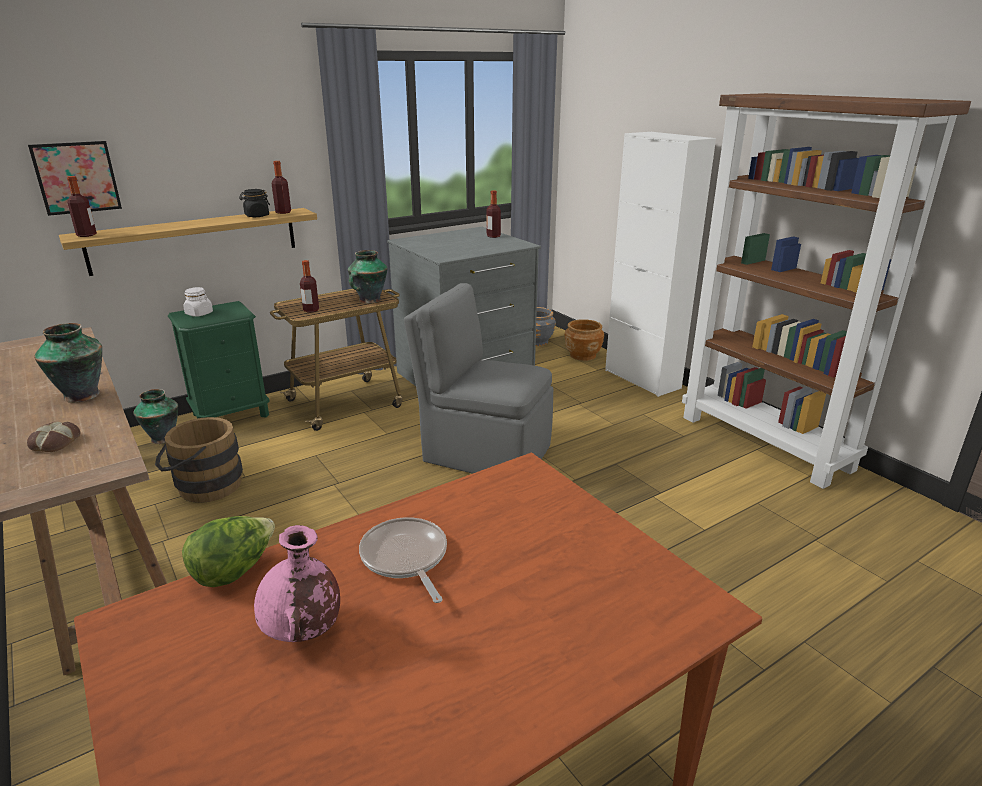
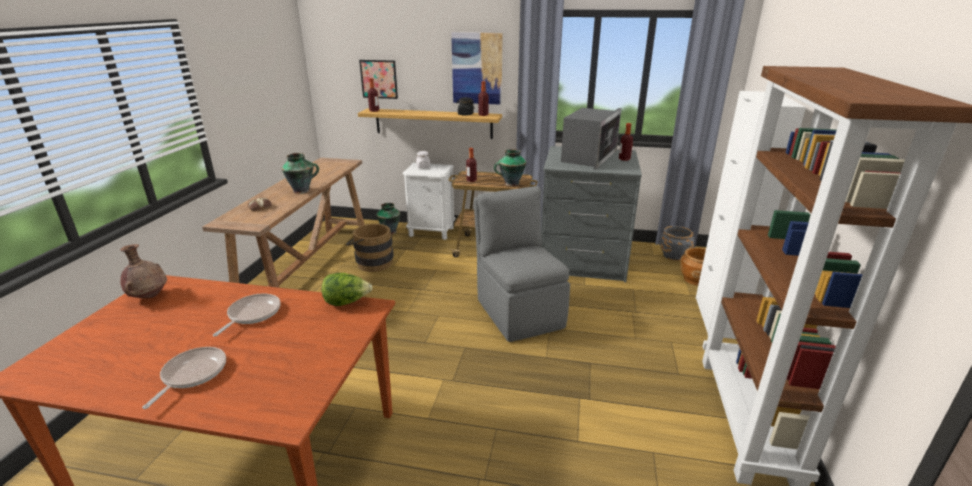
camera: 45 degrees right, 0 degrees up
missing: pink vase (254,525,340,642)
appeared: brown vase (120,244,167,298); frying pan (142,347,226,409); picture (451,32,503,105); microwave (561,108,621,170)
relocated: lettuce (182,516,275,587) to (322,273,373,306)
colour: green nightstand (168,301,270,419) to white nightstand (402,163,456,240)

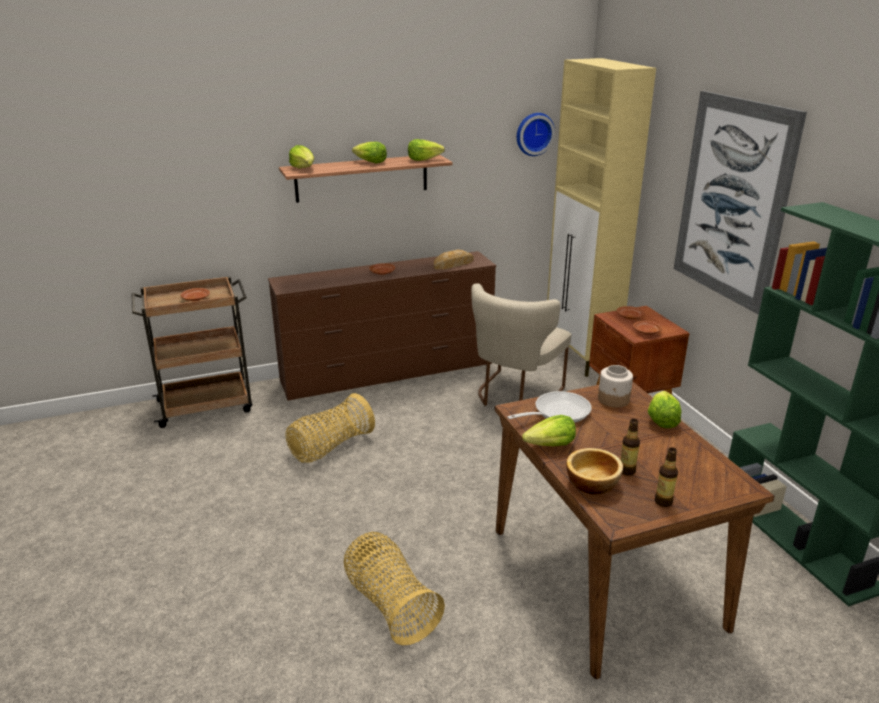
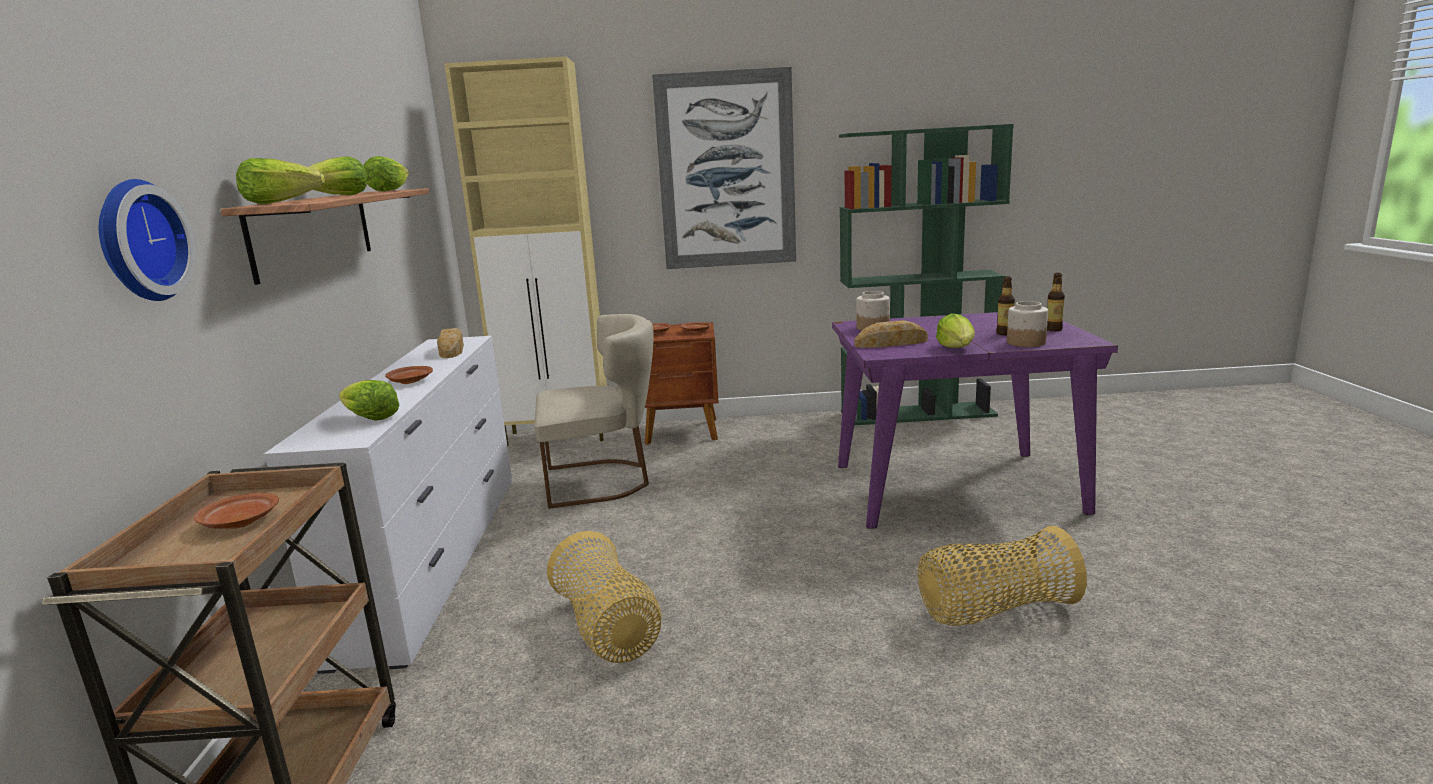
camera: 70 degrees left, 10 degrees down
relocated: wall clock (517,113,555,156) to (99,179,196,301); lettuce (648,391,682,428) to (339,380,399,421)
exchanged: frying pan (507,391,592,423) to bread (854,320,928,348); bowl (566,448,623,495) to jar (1007,301,1048,347)
colour: brown dresser (268,251,496,401) to white dresser (264,336,512,674); brown dining table (494,382,775,679) to purple dining table (832,312,1118,529)
spun: beige chair (471,283,572,406) = (534,314,654,509) 60 degrees counterclockwise

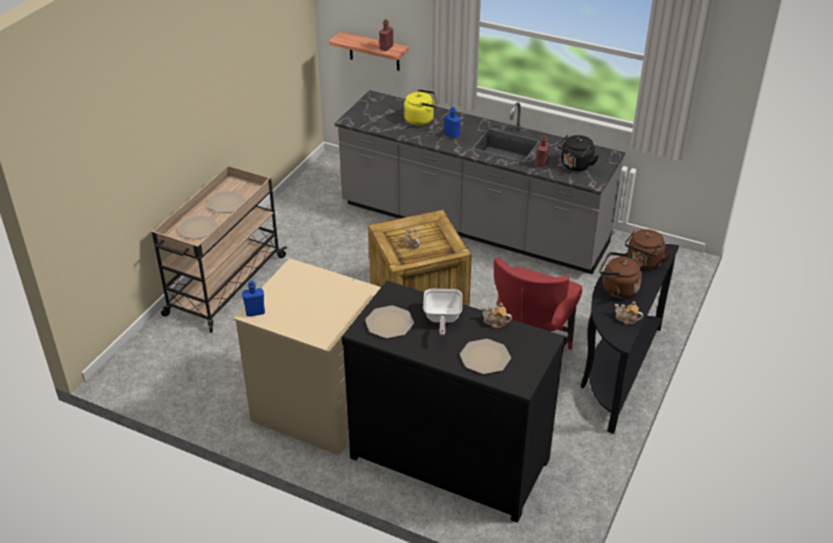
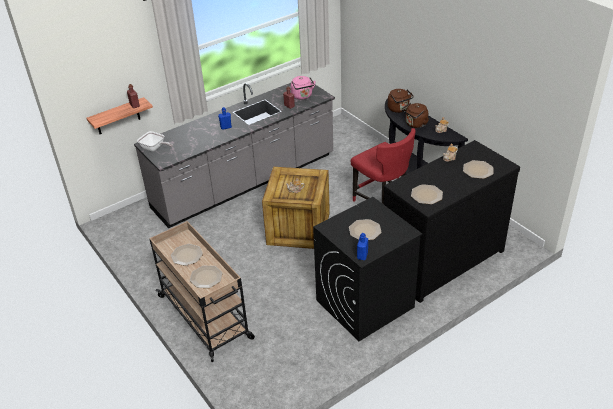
camera: 60 degrees left, 0 degrees up
missing: yellow kettle (404,89,437,125)
appeared: plate (349,219,382,240)
relocated: frying pan (423,289,462,336) to (137,131,173,151)
colour: black kettle (557,135,598,171) to pink kettle (291,76,316,99); beige washing machine (233,258,381,455) to black washing machine (313,197,422,341)

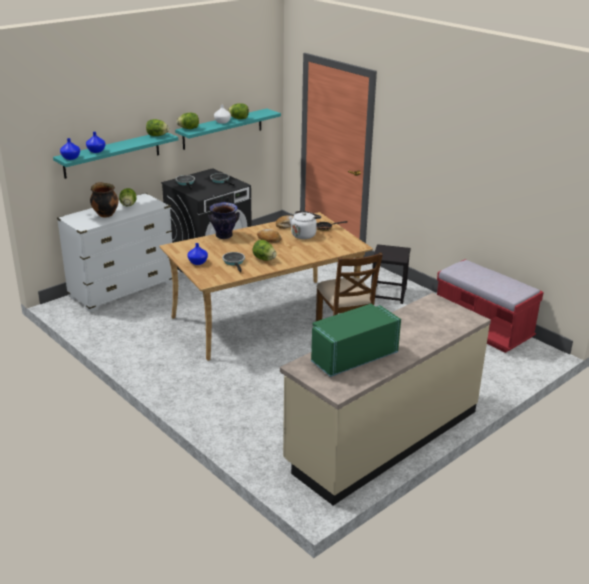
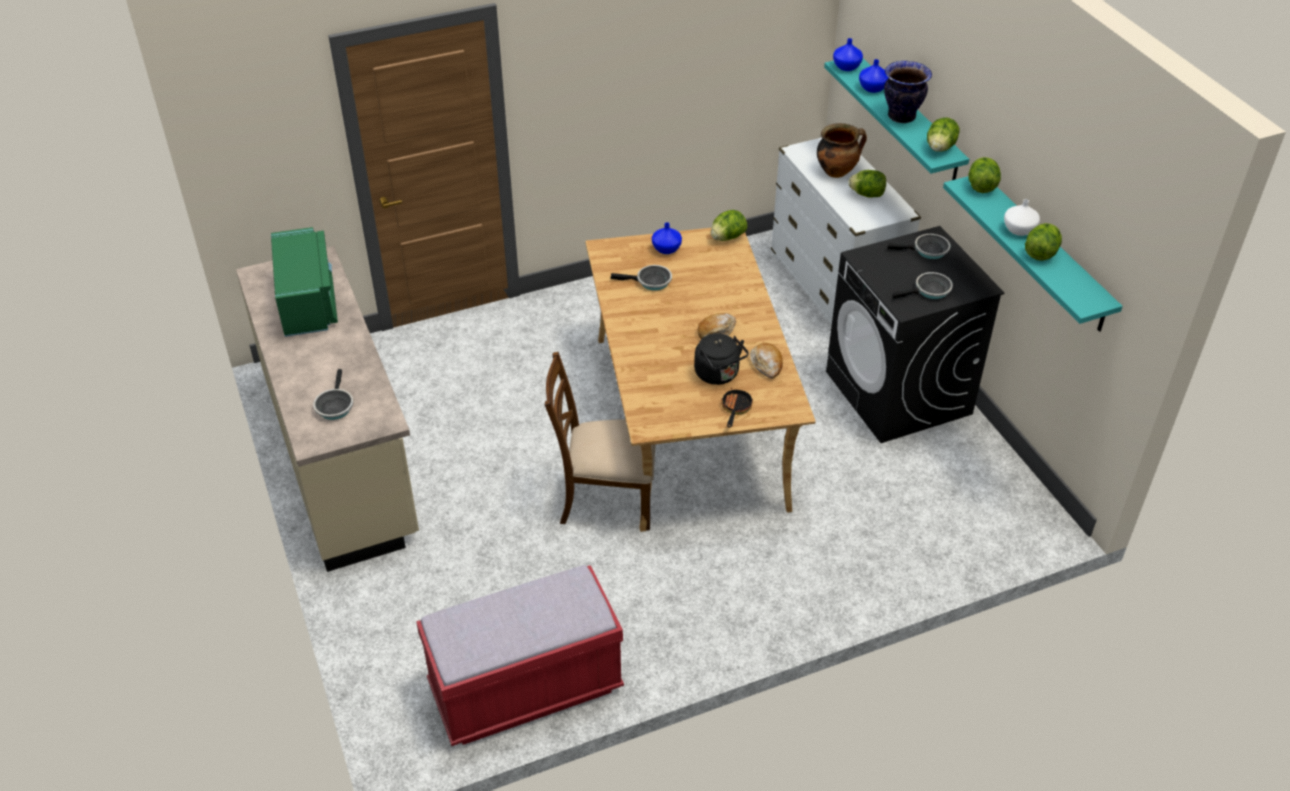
camera: 110 degrees right, 15 degrees up
missing: black stool (371,244,411,304)
appeared: frying pan (313,369,353,420)
relocated: lettuce (252,240,277,261) to (711,210,747,241); vase (208,202,240,239) to (884,61,932,123)
colour: white kettle (289,210,321,239) to black kettle (694,333,749,385)

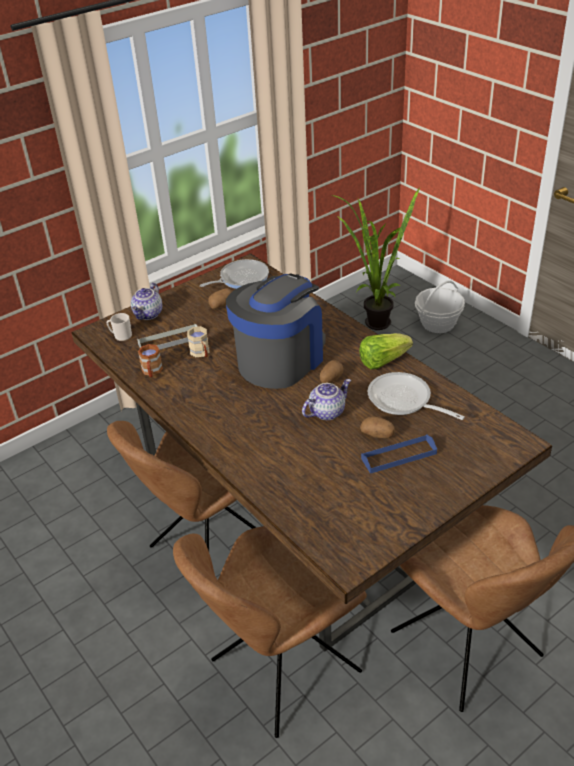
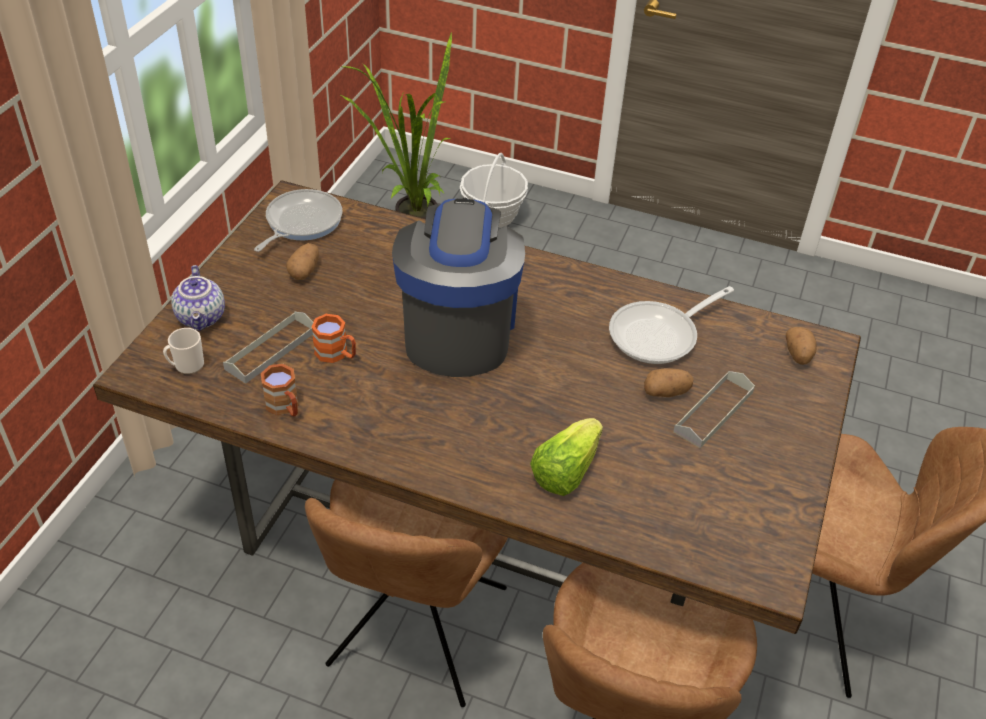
camera: 35 degrees left, 5 degrees up
missing: teapot (302,379,351,420)
relocated: lettuce (359,333,413,369) to (530,418,603,496); potato (320,360,344,383) to (786,327,817,365)
colour: beige mug (187,326,209,357) to orange mug (312,314,356,363); blue tray (361,434,437,474) to grey tray (673,371,755,448)
spun: frying pan (368,372,465,420) = (609,286,734,364) 45 degrees counterclockwise

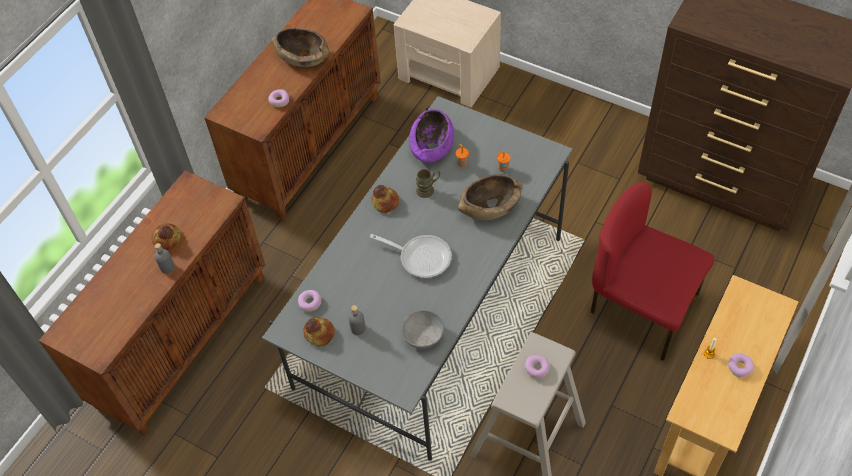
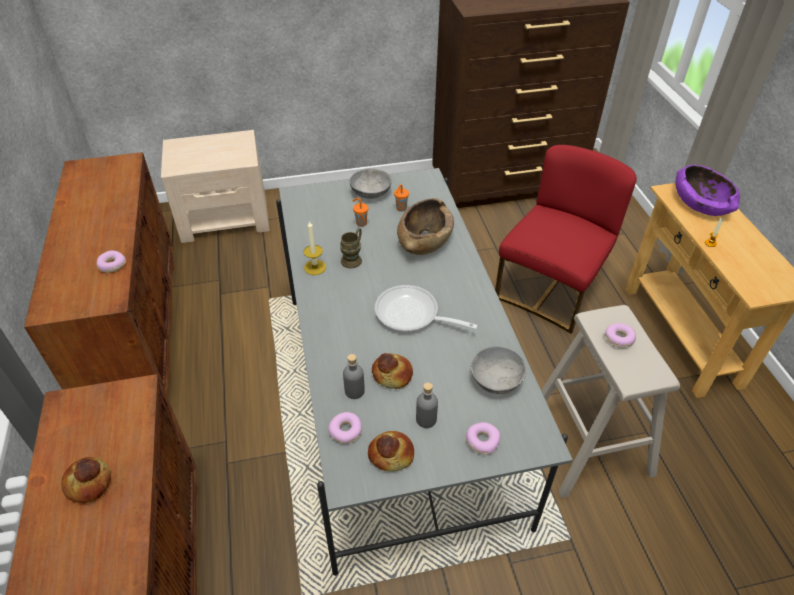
camera: 45 degrees left, 10 degrees down
missing: brown bowl (271,27,330,67)
appeared: candle (304,221,326,275); grey bowl (350,168,392,199)
relocated: grey bottle (155,243,175,274) to (343,354,365,399); bread (371,185,399,213) to (372,353,413,389); donut (728,353,754,377) to (466,422,501,455); purple bowl (409,109,454,163) to (676,165,740,216)
spun: frying pan (370,234,452,278) = (375,285,478,332) 135 degrees counterclockwise; red chair (591,182,715,361) = (495,145,637,334) 135 degrees clockwise

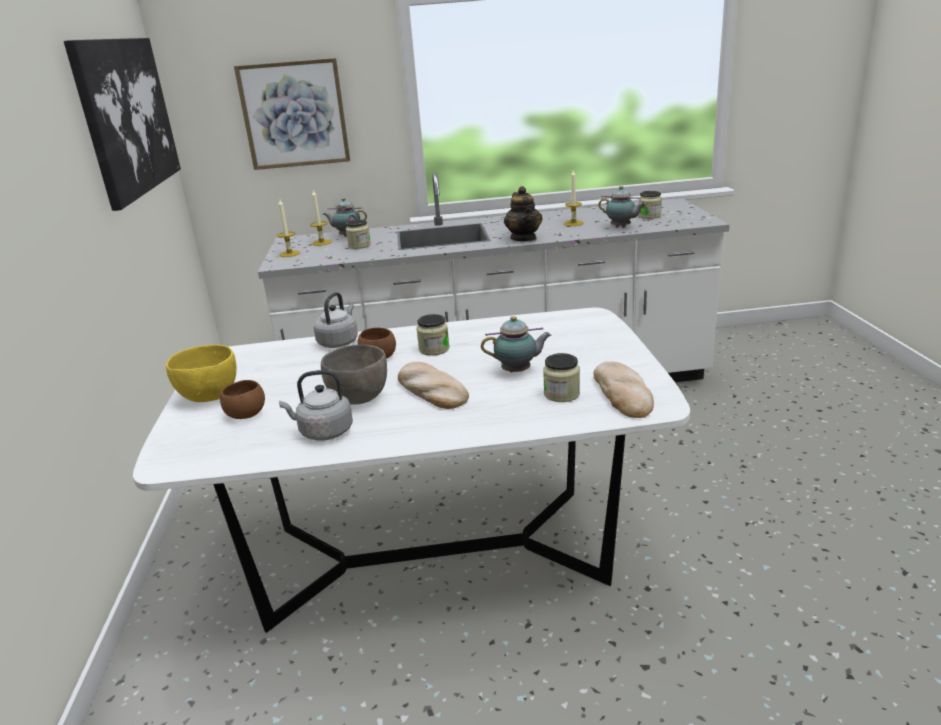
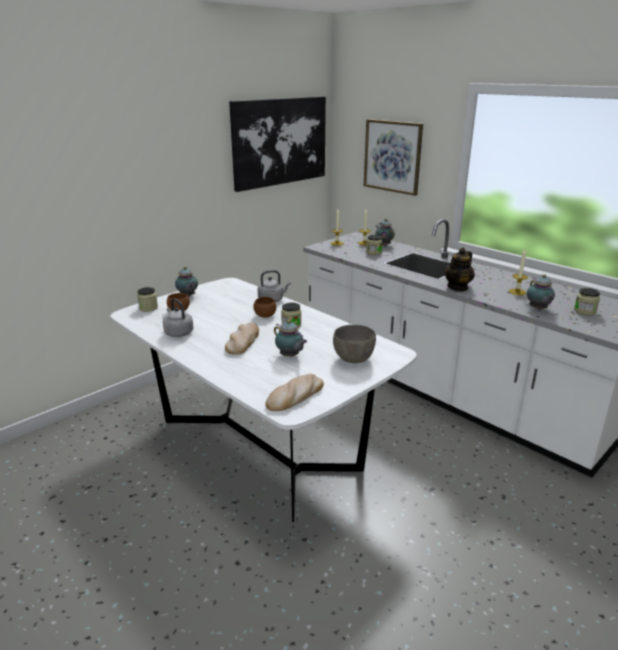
camera: 50 degrees right, 0 degrees up
relocated: jar (543,353,580,402) to (137,287,158,312); grey bowl (321,345,387,405) to (333,325,376,363)
exchanged: yellow bowl (166,345,237,402) to teapot (175,267,198,297)

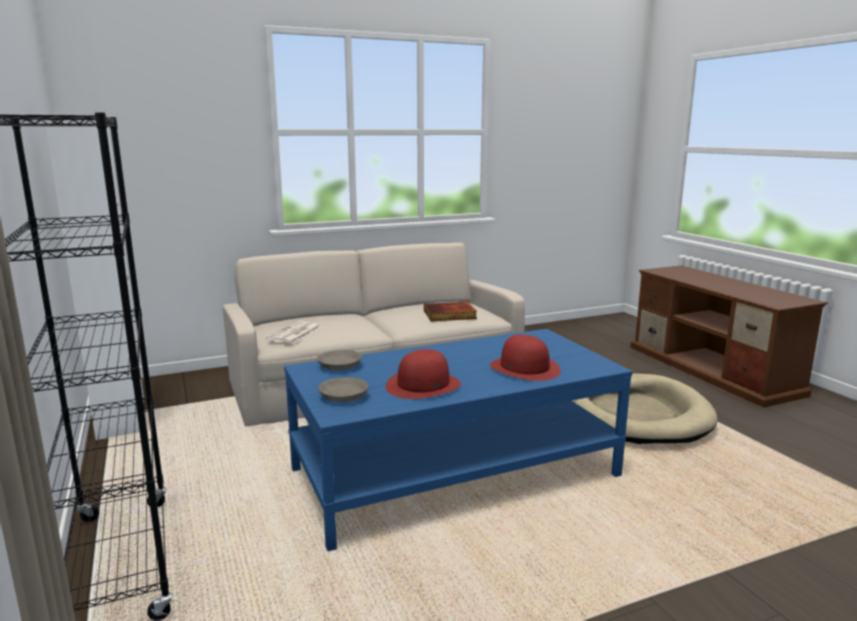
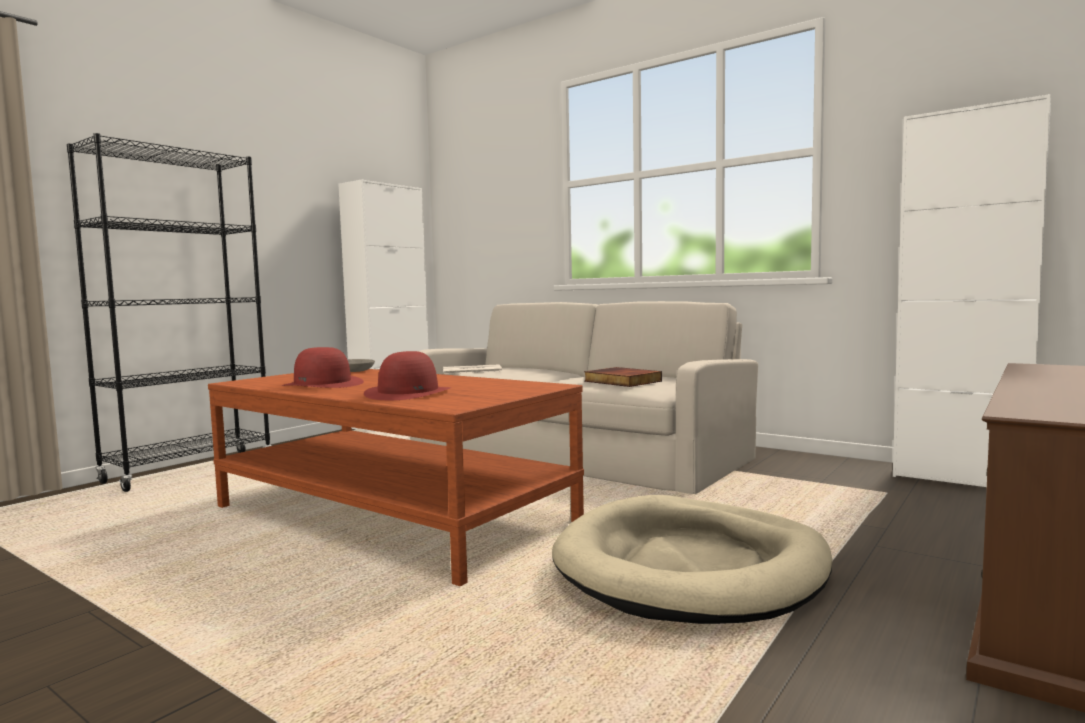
camera: 60 degrees right, 10 degrees down
missing: grey bowl (318,377,368,402)
appeared: white cabinet (893,94,1051,487)
colour: blue coffee table (284,329,632,551) to brown coffee table (208,369,584,586)

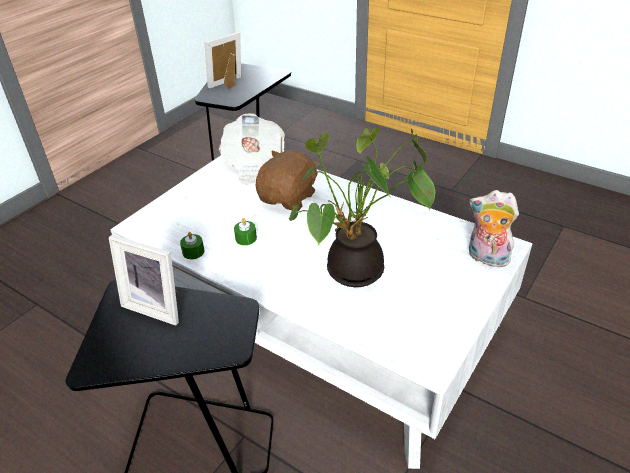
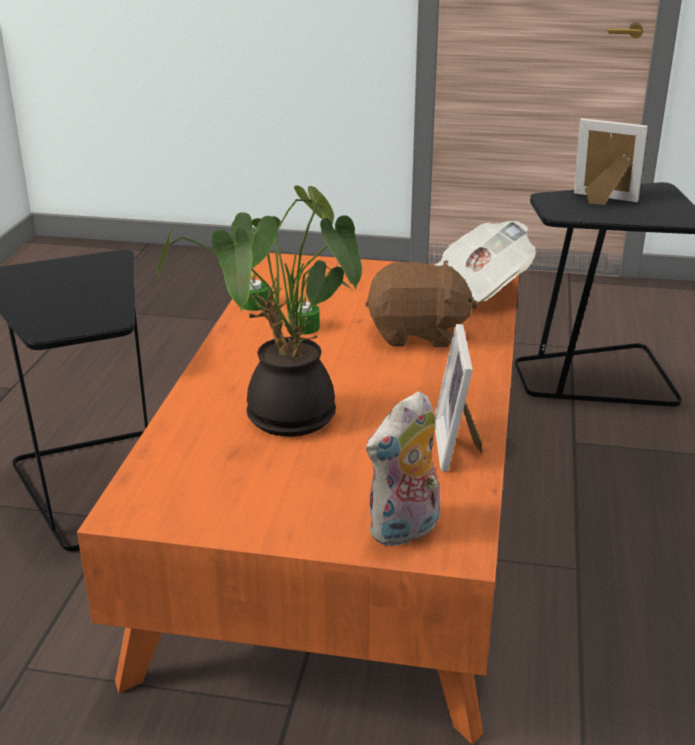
camera: 65 degrees right, 10 degrees down
relocated: picture frame (109,235,179,325) to (435,324,482,472)
colour: white coffee table (110,155,533,469) to orange coffee table (77,253,519,744)
spun: plush toy (469,190,519,267) = (366,391,440,548) 135 degrees counterclockwise

